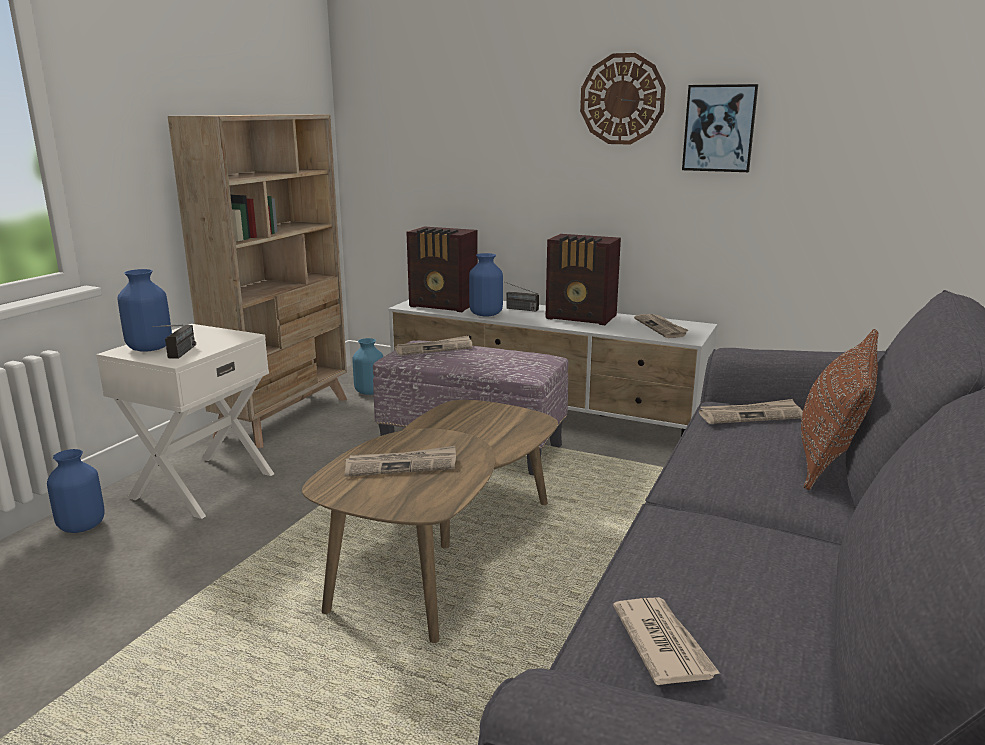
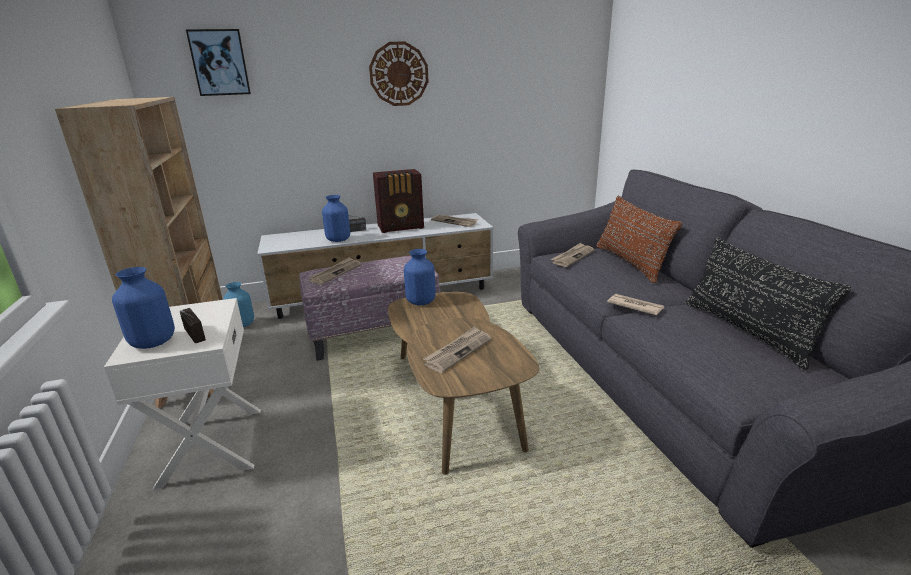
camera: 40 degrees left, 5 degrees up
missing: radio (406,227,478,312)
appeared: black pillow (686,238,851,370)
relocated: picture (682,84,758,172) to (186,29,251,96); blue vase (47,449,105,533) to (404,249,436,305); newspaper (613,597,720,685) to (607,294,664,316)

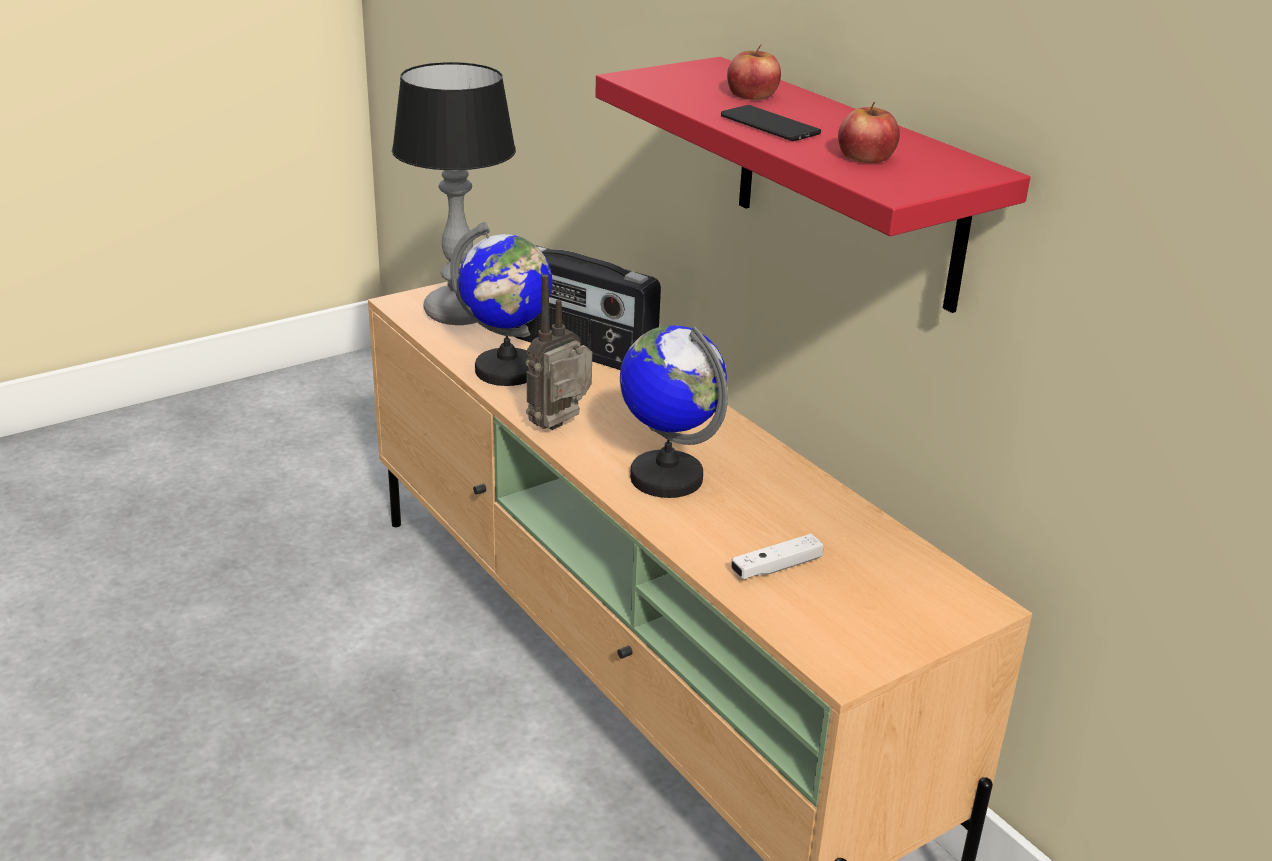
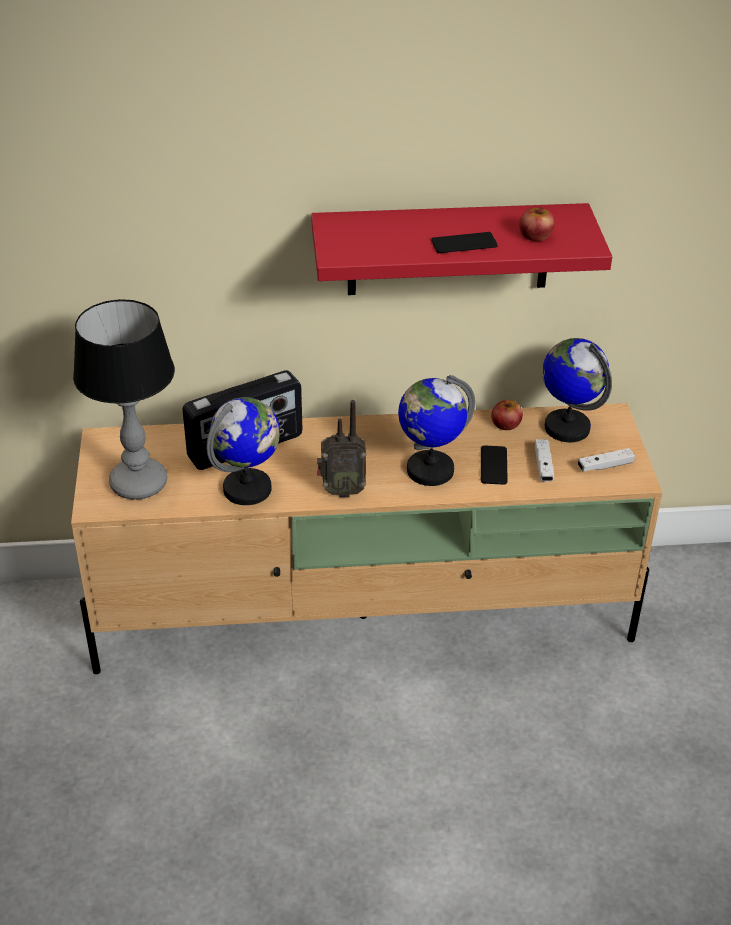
camera: 60 degrees left, 10 degrees up
appeared: phone (481,446,508,485); globe (542,338,612,442); white game controller (578,448,635,472)
relocated: apple (727,45,781,100) to (491,400,523,430)
spun: radio (526,274,592,430) = (317,400,367,497) 75 degrees counterclockwise

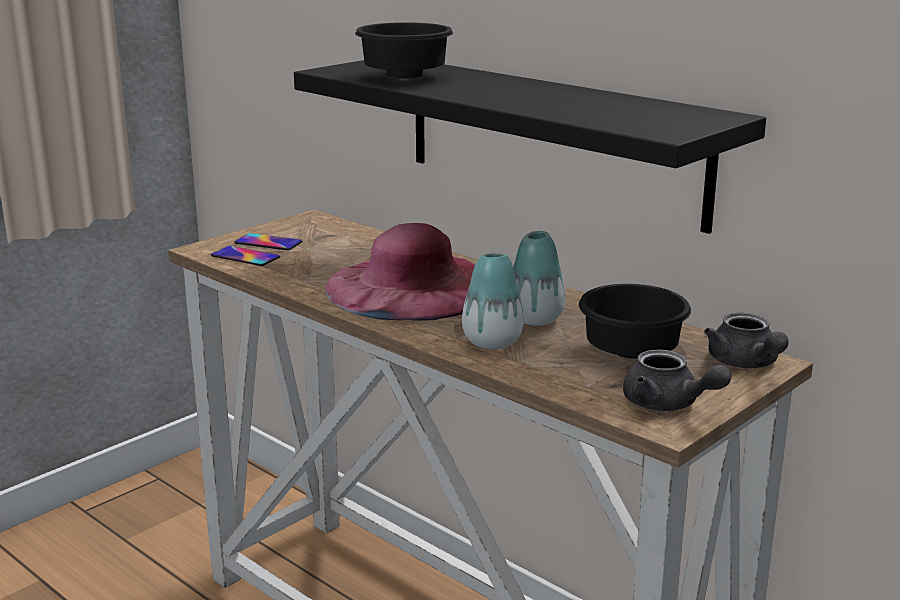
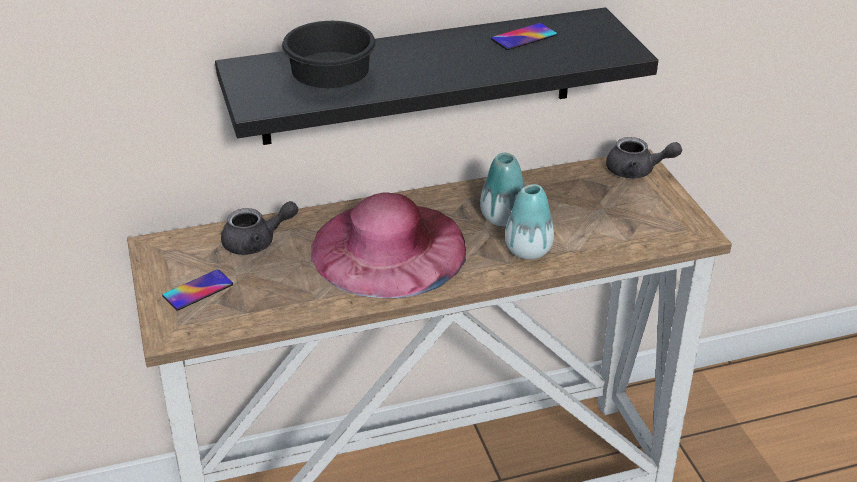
camera: 60 degrees left, 15 degrees up
missing: black bowl (579,284,691,359)
relocated: grey teapot (623,349,732,411) to (221,201,298,255); phone (211,246,280,266) to (491,23,557,50)

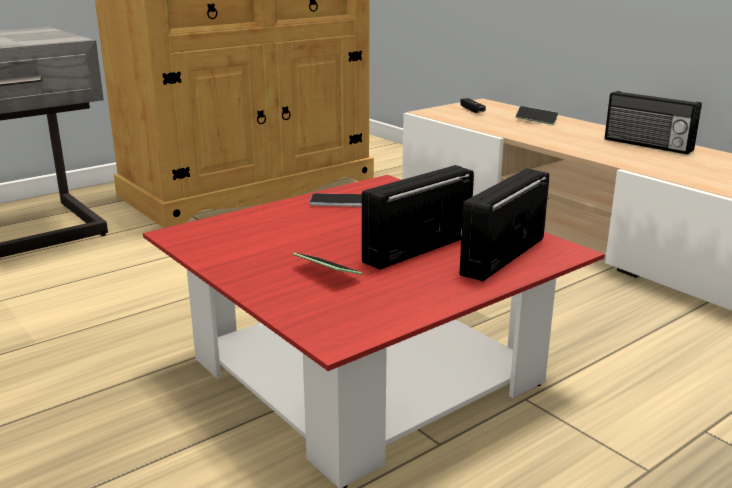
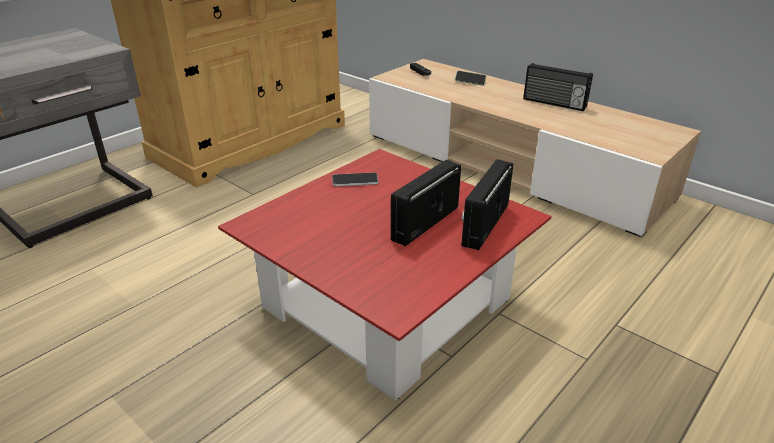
camera: 10 degrees left, 10 degrees up
missing: phone (293,253,362,275)

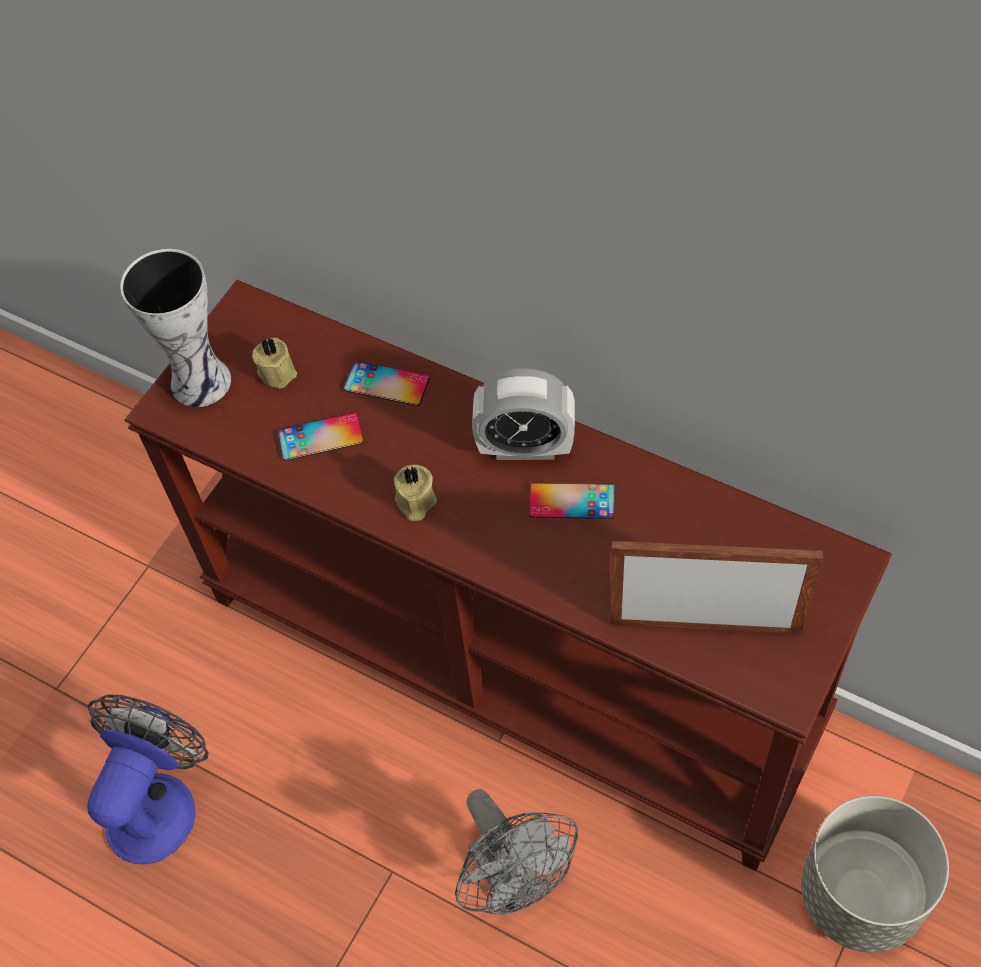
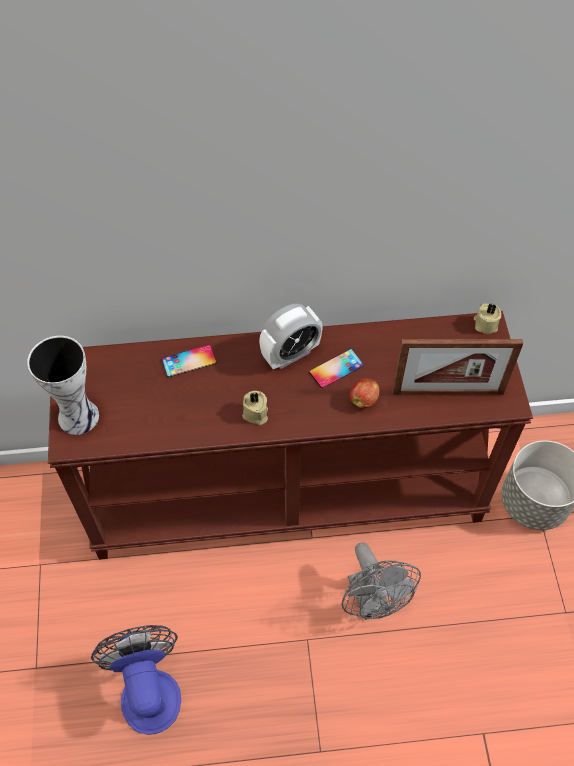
camera: 40 degrees left, 0 degrees up
missing: phone (278,412,363,461)
appeared: apple (350,378,380,409)
relocated: beige candle (252,338,297,388) to (474,303,501,334)
spun: grey fan (455,789,578,915) = (342,542,421,620) 45 degrees clockwise; picture frame (609,541,823,634) = (393,339,523,395) 150 degrees counterclockwise

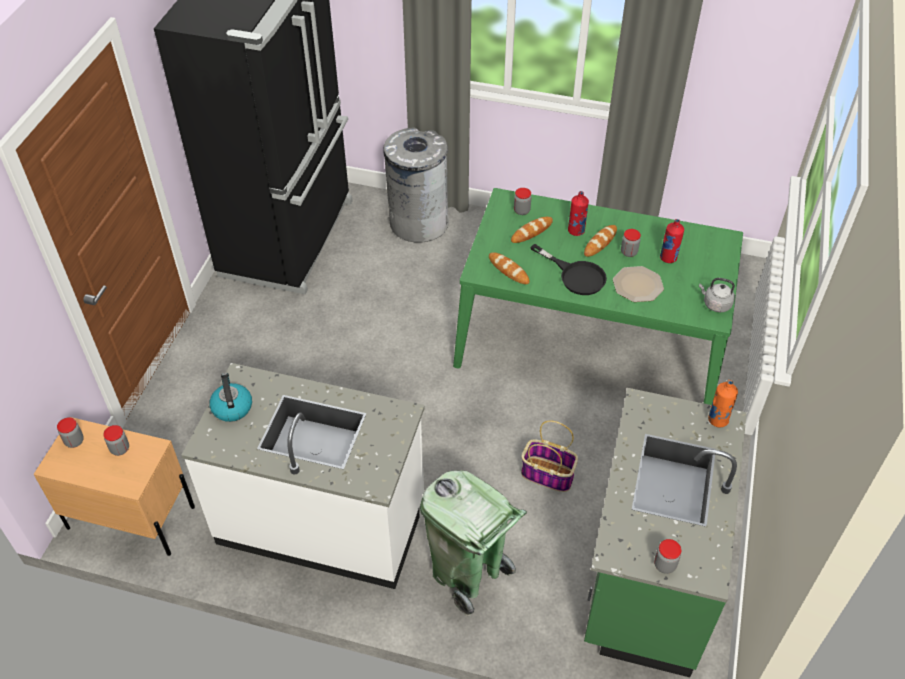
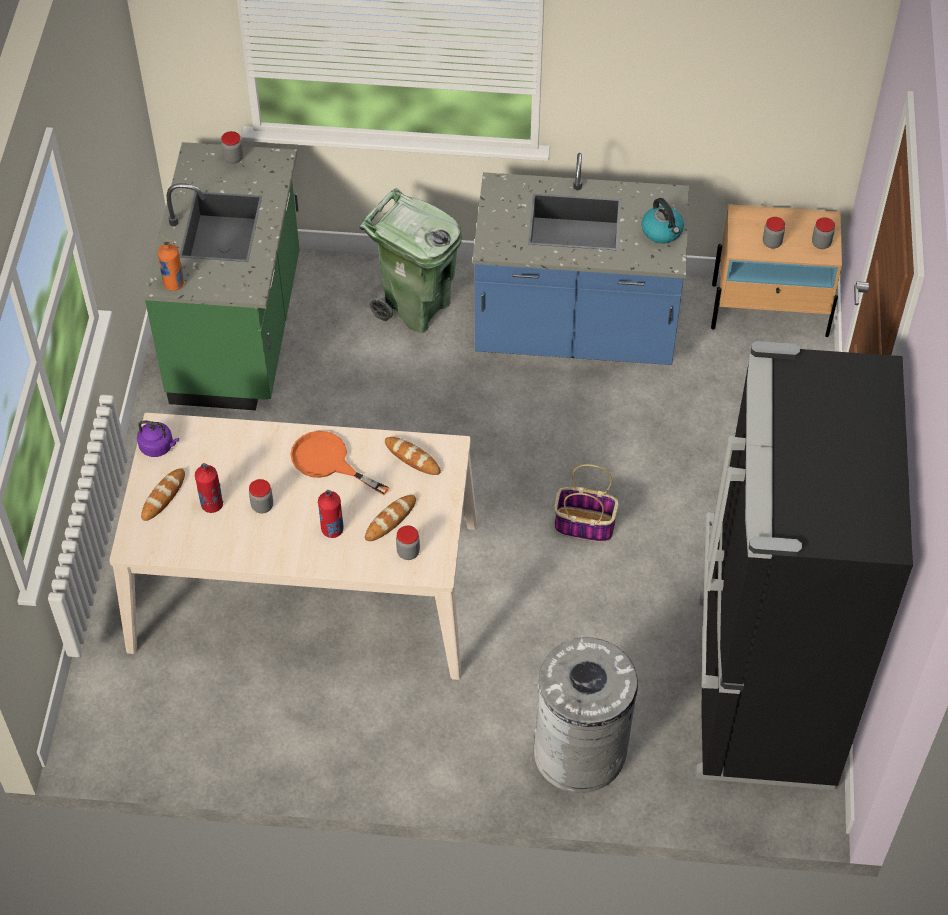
camera: 170 degrees right, 5 degrees up
missing: plate (613,266,664,302)
relocated: bread (584,225,617,257) to (141,468,185,521); basket (521,421,578,492) to (554,464,619,542)
colour: green dining table (453,188,743,405) to beige dining table (109,413,477,680); grey kettle (699,278,735,312) to purple kettle (137,420,179,457); black frying pan (530,244,607,295) to orange frying pan (290,431,389,495); white counter (182,363,425,589) to blue counter (472,153,689,365)

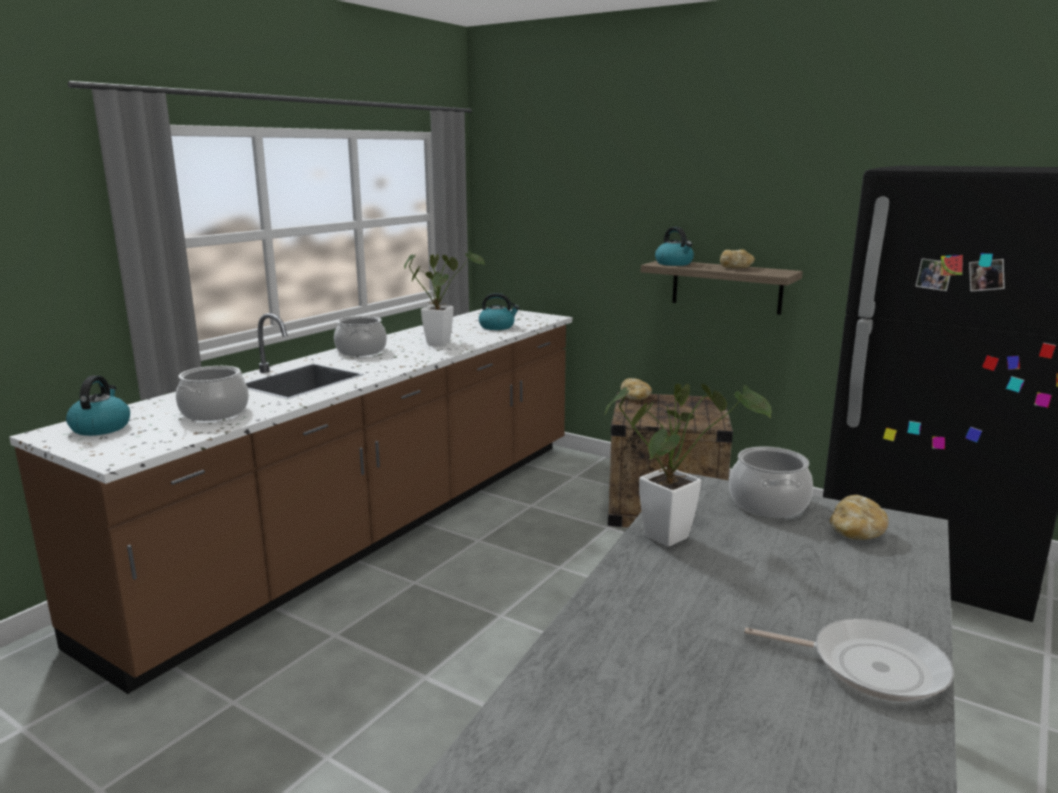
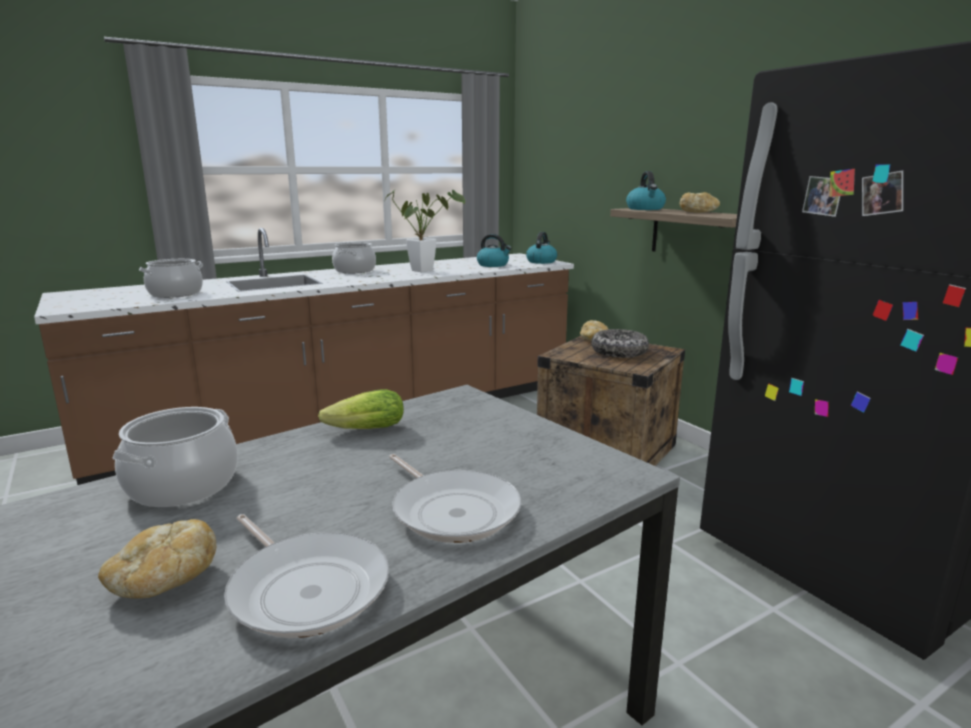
camera: 25 degrees right, 0 degrees up
appeared: frying pan (389,454,521,543); bowl (591,329,649,358)
relocated: bread (830,495,889,540) to (98,519,217,599); cooking pot (729,446,813,518) to (112,407,238,507); kettle (66,375,130,436) to (526,232,557,264)
exchanged: potted plant (604,384,772,547) to lettuce (318,389,404,429)

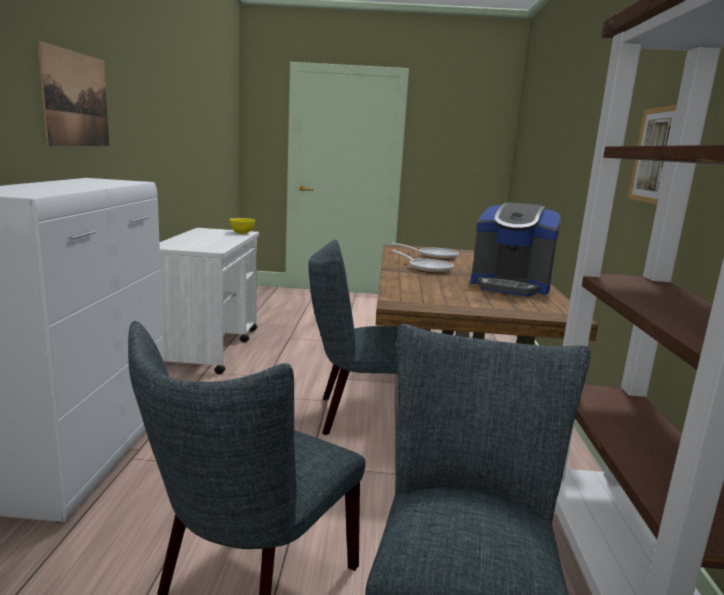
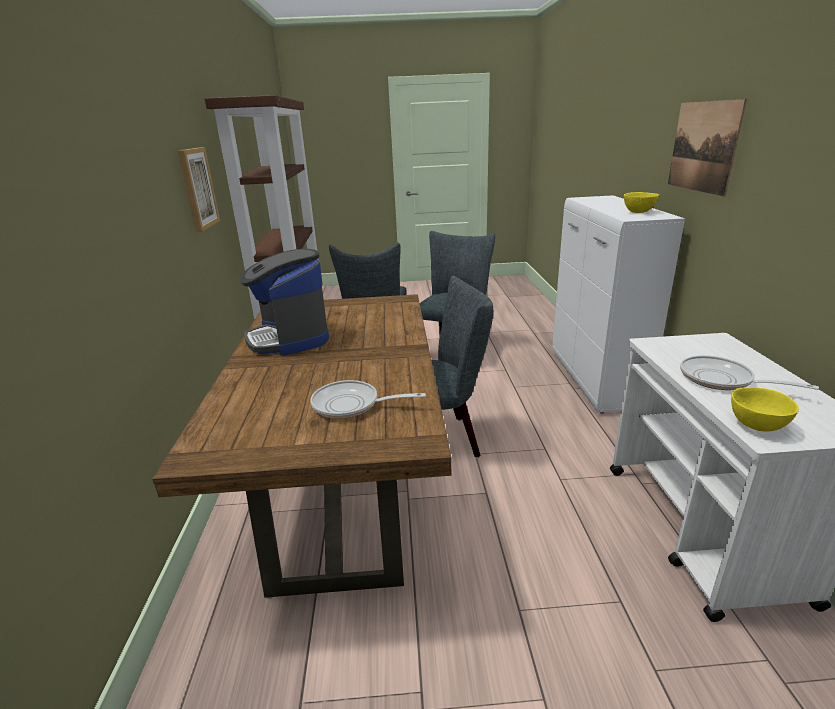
camera: 175 degrees right, 10 degrees up
appeared: yellow bowl (624,192,659,213)
relocated: frying pan (392,250,454,273) to (680,355,819,390)
spun: coffee machine (470,203,561,296) = (240,249,329,356) 135 degrees counterclockwise

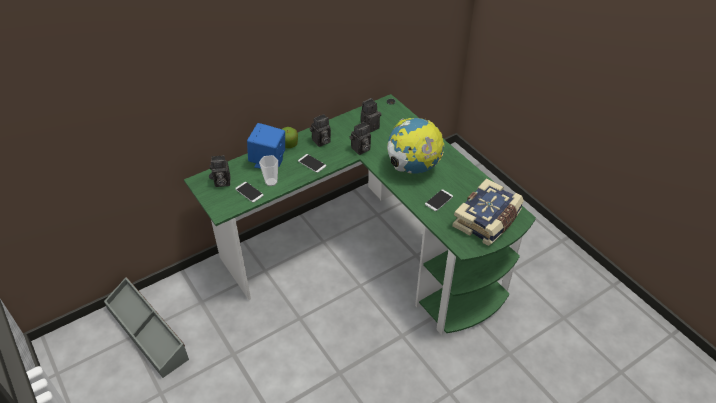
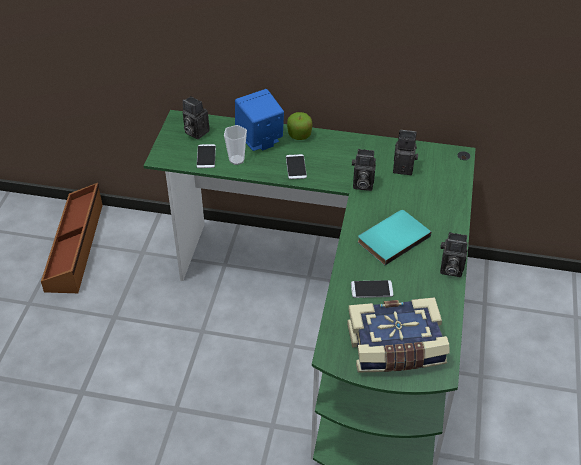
camera: 45 degrees right, 0 degrees up
relocated: photo camera (310,114,331,147) to (440,232,468,277)
exchanged: globe (387,118,444,174) to turquoise book (358,210,431,265)
colour: grey storage box (104,277,189,378) to brown storage box (41,183,103,293)

